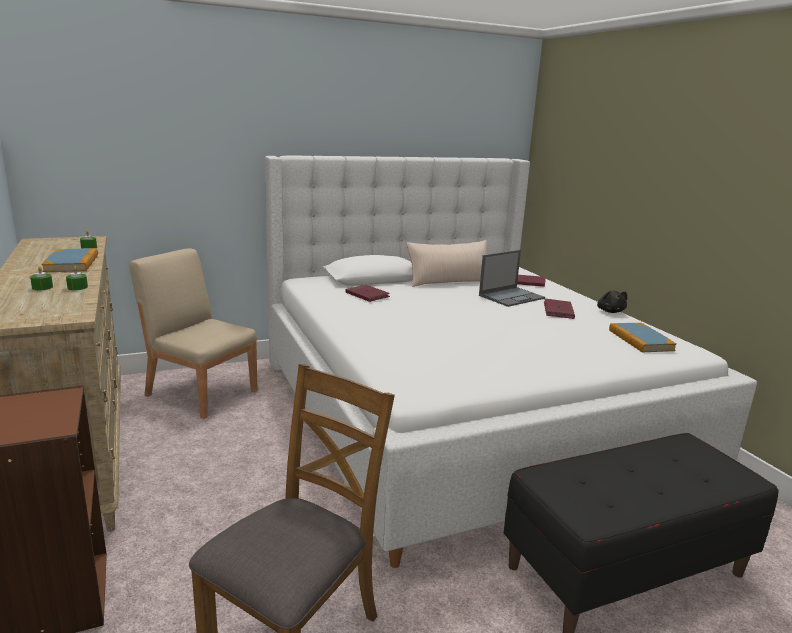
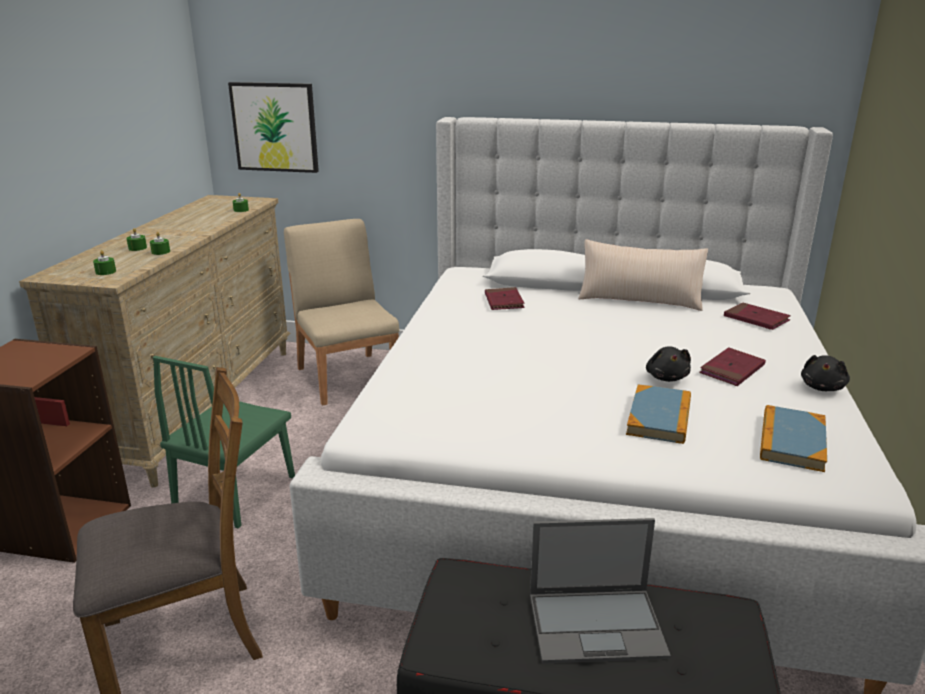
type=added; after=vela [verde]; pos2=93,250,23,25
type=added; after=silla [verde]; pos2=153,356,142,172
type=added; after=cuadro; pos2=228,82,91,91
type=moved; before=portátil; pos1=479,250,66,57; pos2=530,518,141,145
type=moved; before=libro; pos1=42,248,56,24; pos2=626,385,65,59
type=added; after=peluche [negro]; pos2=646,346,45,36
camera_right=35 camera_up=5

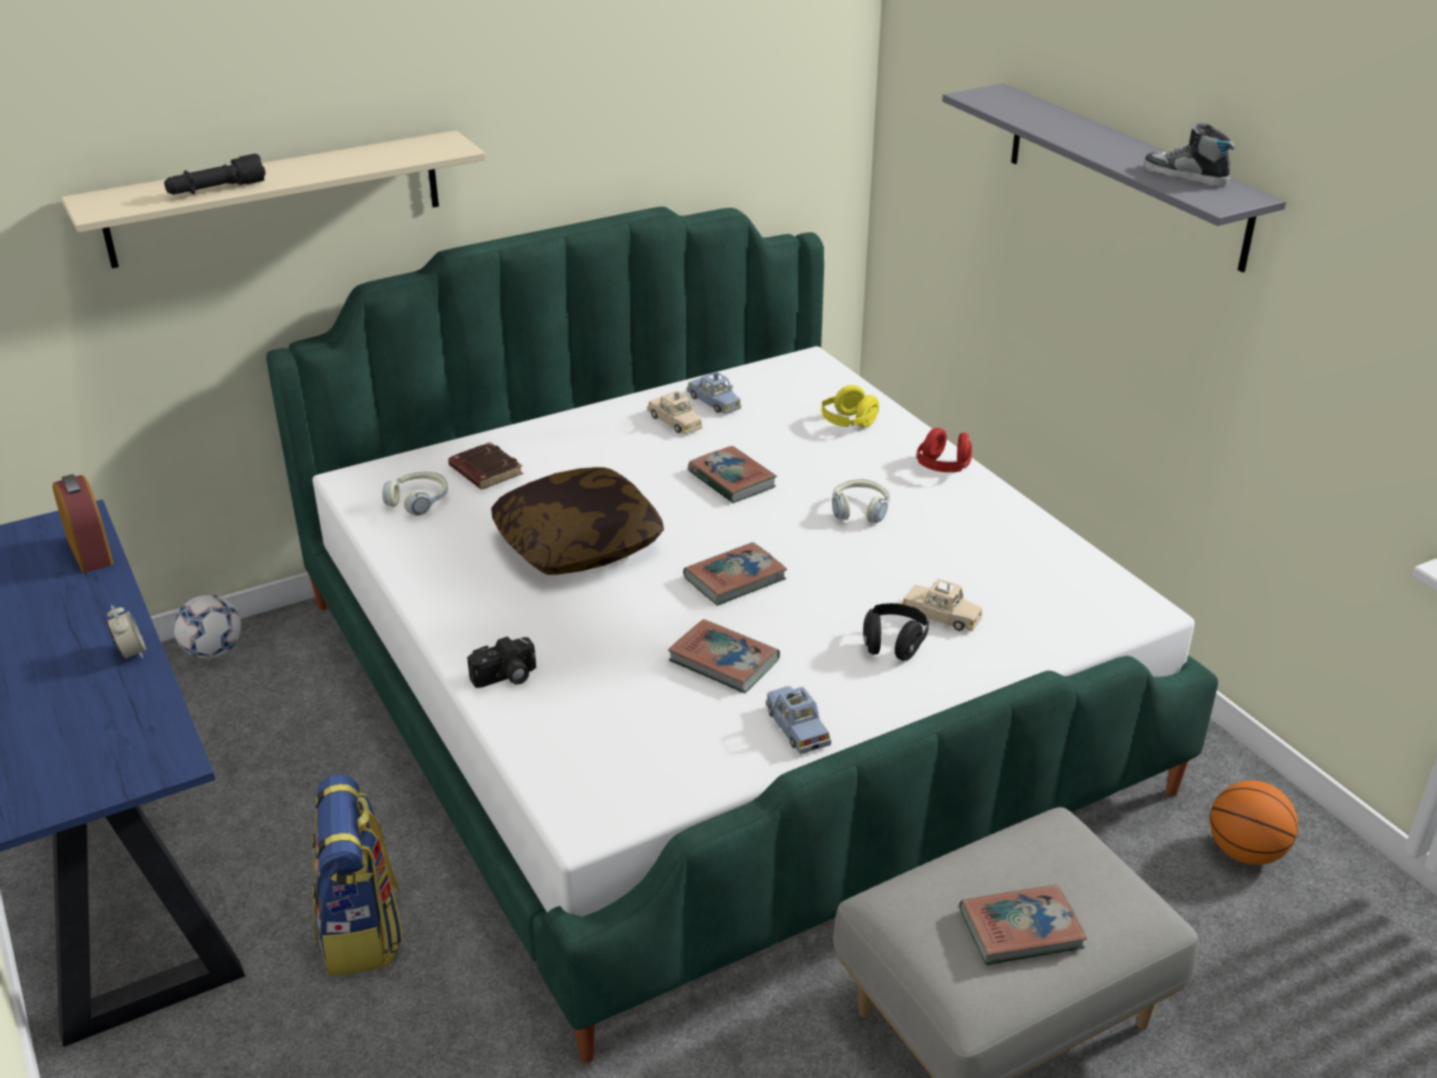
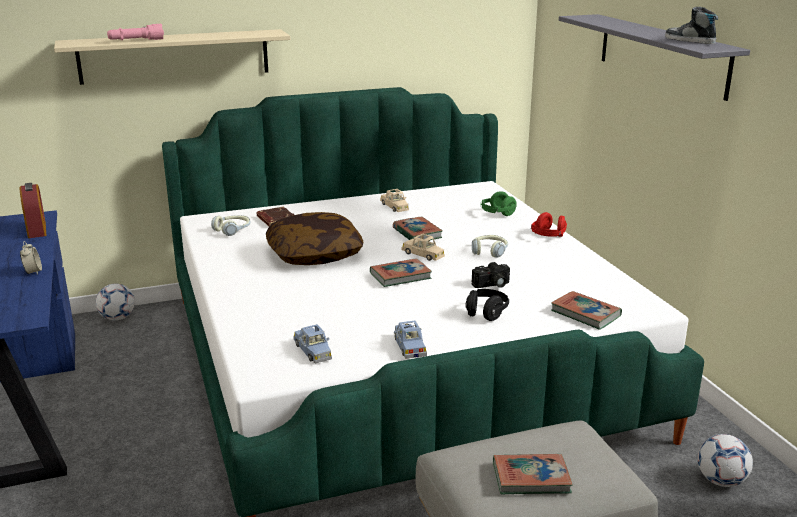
type=recoloured; before=linterna [negro]; after=linterna [rosa]; pos1=164,154,102,41; pos2=107,24,57,16
type=moved; before=coche de juguete [azul]; pos1=687,371,54,43; pos2=293,324,39,39
type=moved; before=coche de juguete [beis]; pos1=902,579,80,52; pos2=402,234,43,27
type=moved; before=cámara; pos1=467,636,69,52; pos2=472,262,38,26
type=recoloured; before=auriculares [amarillo]; after=auriculares [verde]; pos1=820,385,59,43; pos2=480,191,37,25
type=moved; before=libro; pos1=668,619,112,74; pos2=551,291,71,39
type=replaced; before=balón de baloncesto; after=balón de fútbol; pos1=1210,780,88,85; pos2=698,434,55,53
type=removed; before=mochila; pos1=312,774,91,202
camera_right=10 camera_up=-10

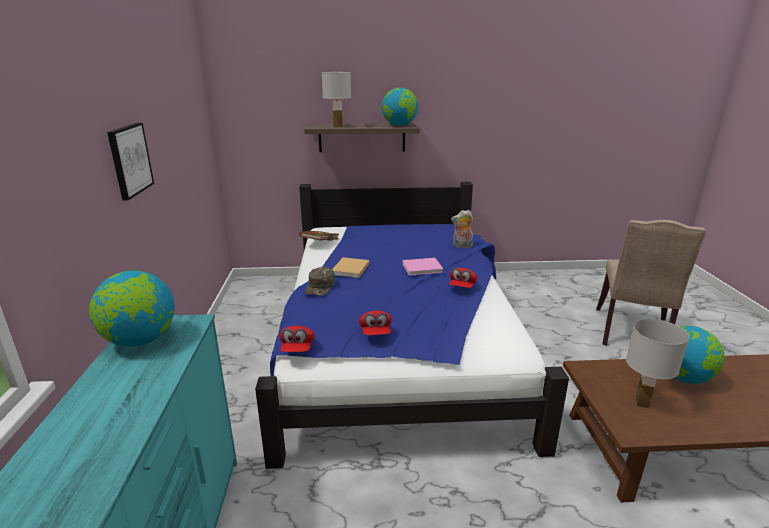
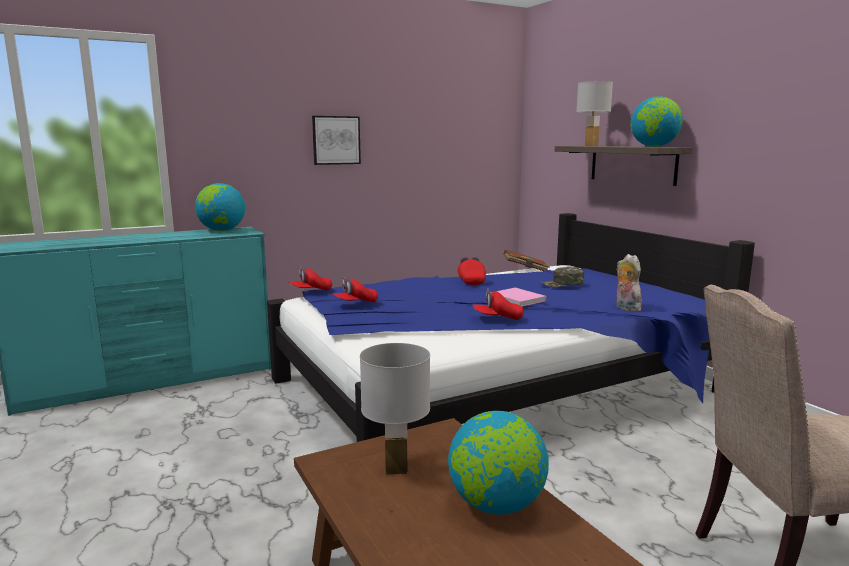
type=replaced; before=libro [beis]; after=gorra [rojo]; pos1=332,257,37,21; pos2=457,257,29,28
type=moved; before=gorra [verde]; pos1=304,267,31,29; pos2=541,267,43,20
camera_right=65 camera_up=-10

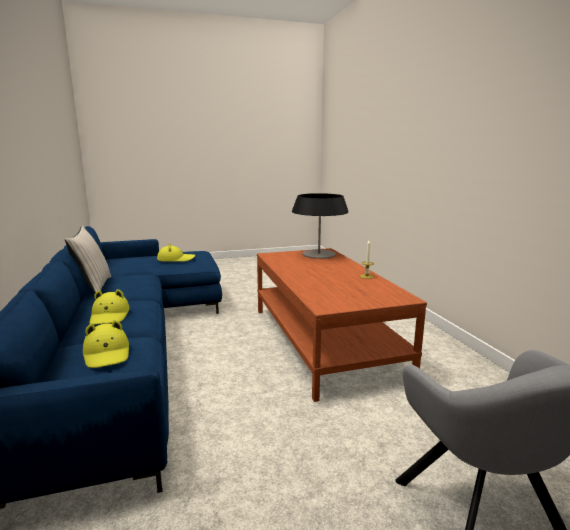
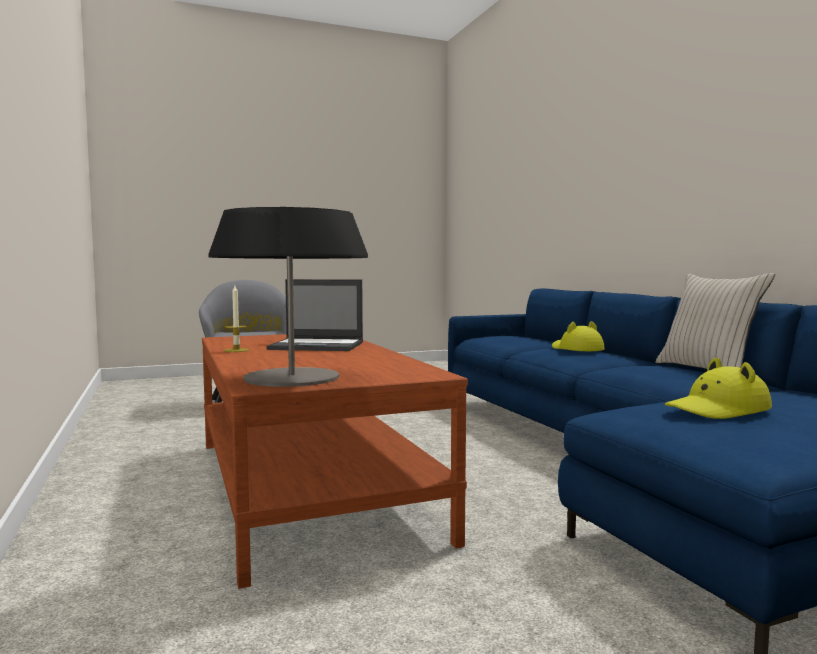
type=added; after=portátil; pos2=267,279,96,72
type=removed; before=sombrero [amarillo]; pos1=83,320,46,48
camera_right=175 camera_up=-10

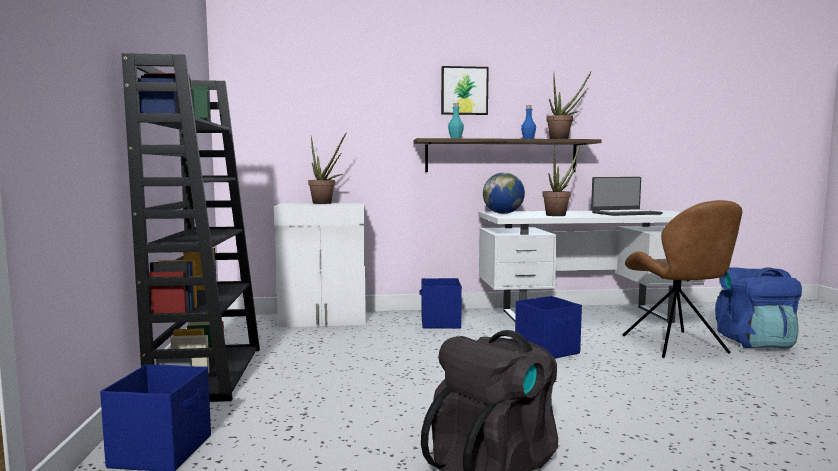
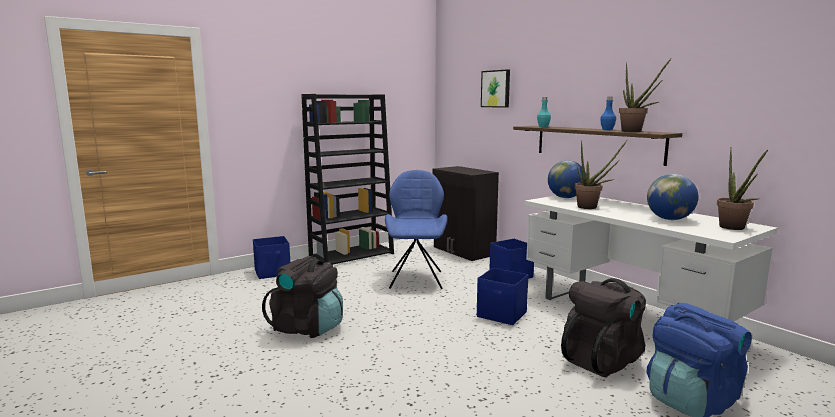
type=added; after=silla [azul]; pos2=385,170,62,119
type=recoloured; before=armario [blanco]; after=armario [negro]; pos1=274,202,92,125; pos2=432,166,67,95
type=moved; before=cuadro; pos1=441,66,48,49; pos2=481,69,29,39
type=replaced; before=silla [marrón]; after=mochila [negro]; pos1=623,200,119,158; pos2=561,278,85,99
type=replaced; before=portátil; after=globo terráqueo; pos1=591,177,72,39; pos2=647,174,52,46
type=moved; before=planta en maceta; pos1=308,132,39,72; pos2=717,150,51,80
camera_right=60 camera_up=5

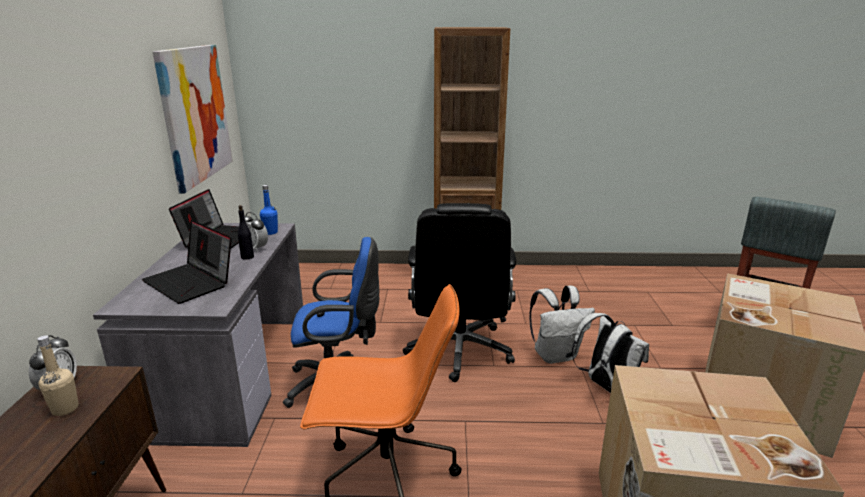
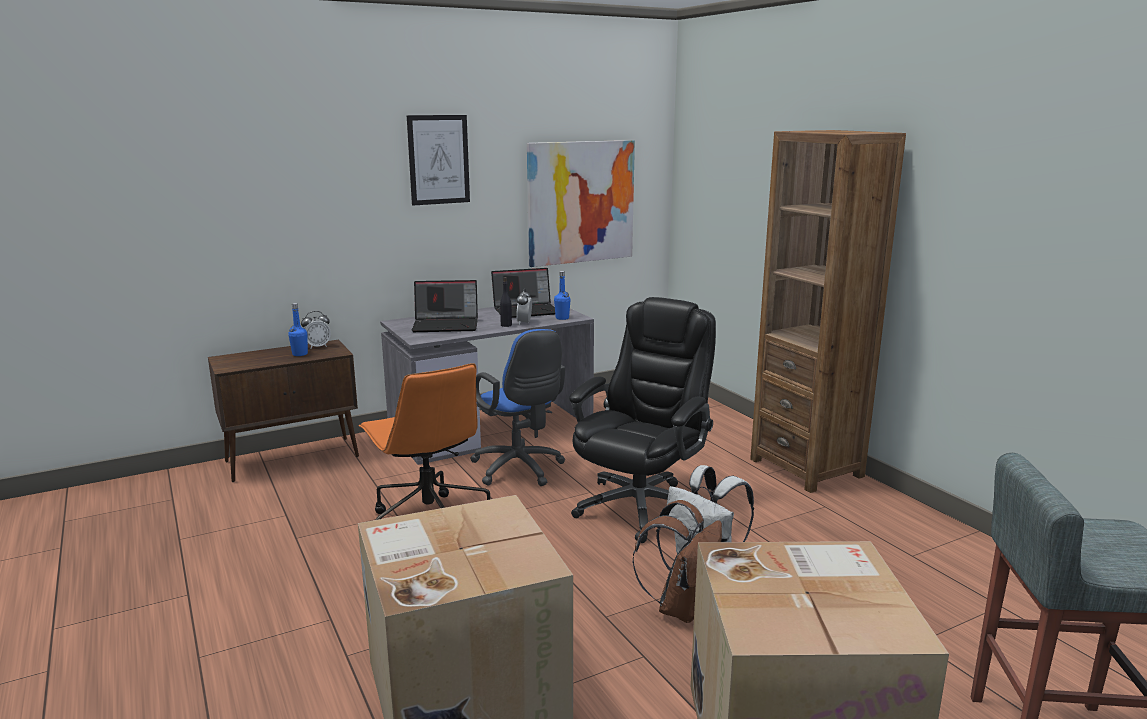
type=recoloured; before=botella [beis]; after=botella [azul]; pos1=37,335,42,81; pos2=289,303,19,53
type=added; after=cuadro; pos2=407,115,63,90
type=turned; before=portátil; pos1=142,220,90,84; pos2=411,280,67,52; turn=-105
type=turned; before=silla de oficina [negro]; pos1=403,203,113,179; pos2=569,297,147,246; turn=150
type=recoloured; before=mochila [blanco]; after=mochila [marrón]; pos1=572,313,77,80; pos2=632,500,90,123
camera_right=60 camera_up=-5

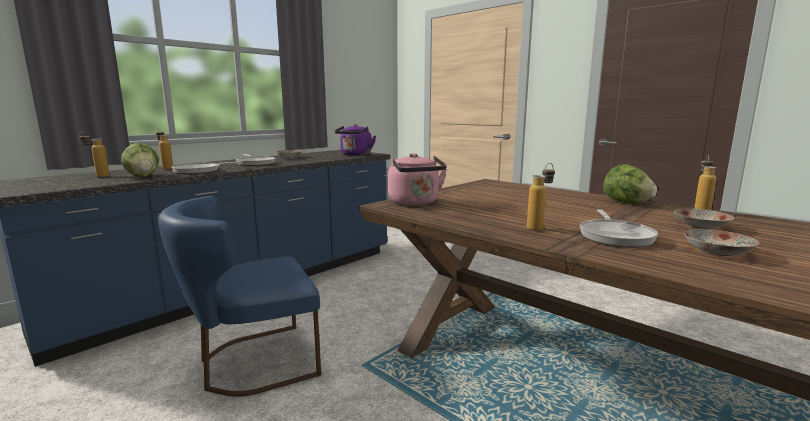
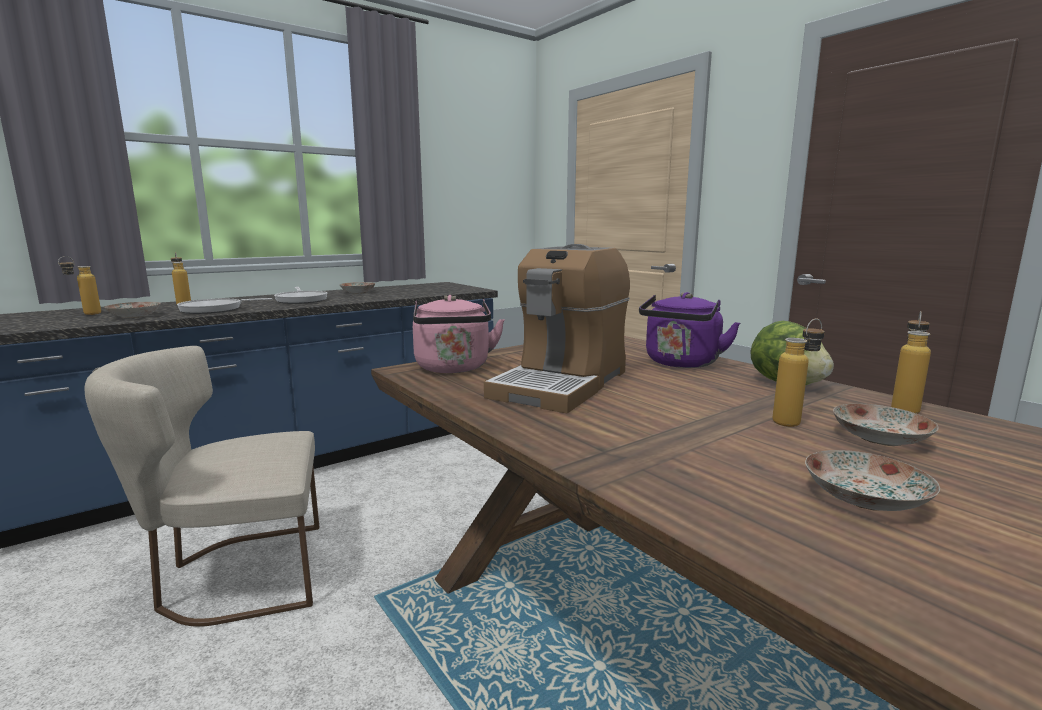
type=recoloured; before=silla [azul]; after=silla [beis]; pos1=157,196,164,201; pos2=84,346,235,281
type=replaced; before=lechuga; after=plato; pos1=121,143,38,34; pos2=104,302,57,16
type=added; after=cafetera; pos2=484,244,146,169
type=moved; before=hervidor [morado]; pos1=335,124,41,32; pos2=639,292,101,76
type=moved; before=botella; pos1=527,163,28,68; pos2=773,318,52,109
type=removed; before=sartén; pos1=580,209,78,38
camera_right=10 camera_up=0

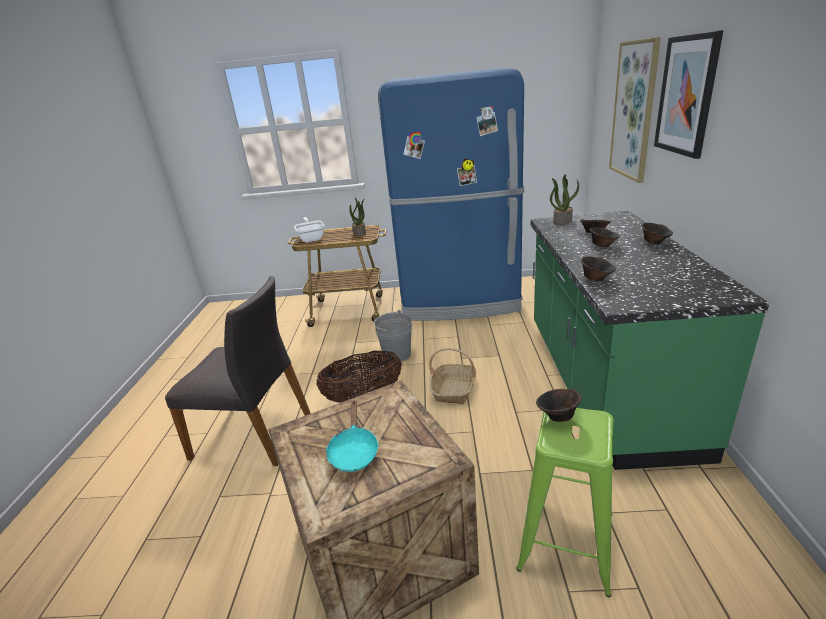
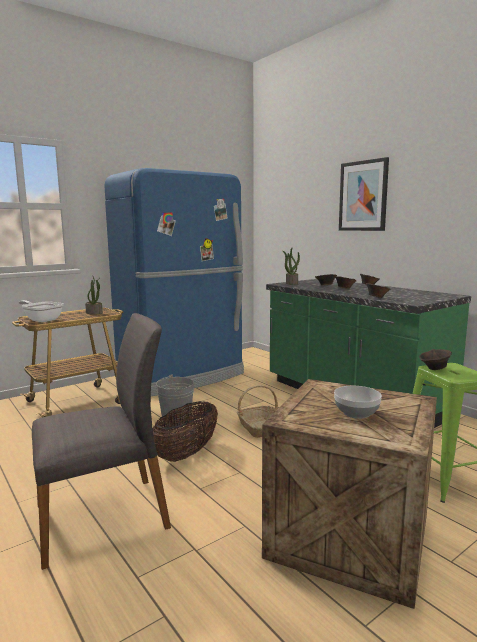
type=replaced; before=sartén [turquesa]; after=cuenco; pos1=326,400,53,72; pos2=334,386,48,33
type=removed; before=cuadro; pos1=609,37,52,146
camera_right=-40 camera_up=-15

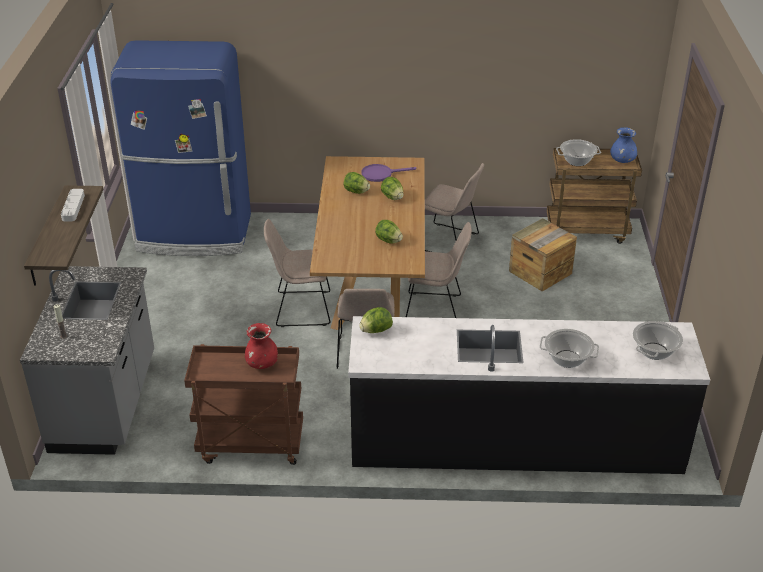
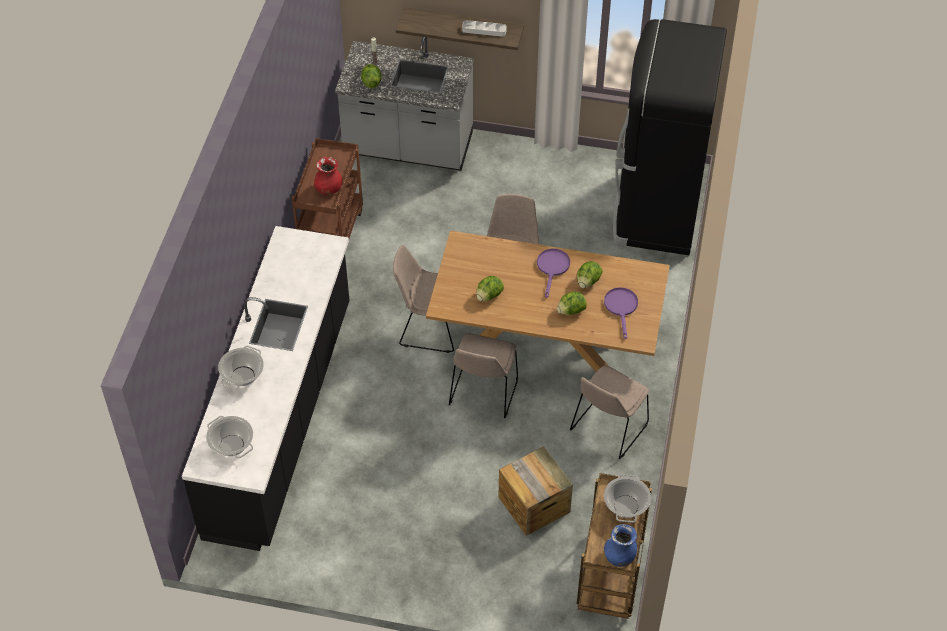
type=moved; before=lechuga; pos1=359,307,34,26; pos2=361,64,21,24
type=added; after=sartén [morado]; pos2=537,249,33,49
type=recoloured; before=nevera [azul]; after=nevera [negro]; pos1=110,40,141,216; pos2=613,19,114,236
camera_right=100 camera_up=15

